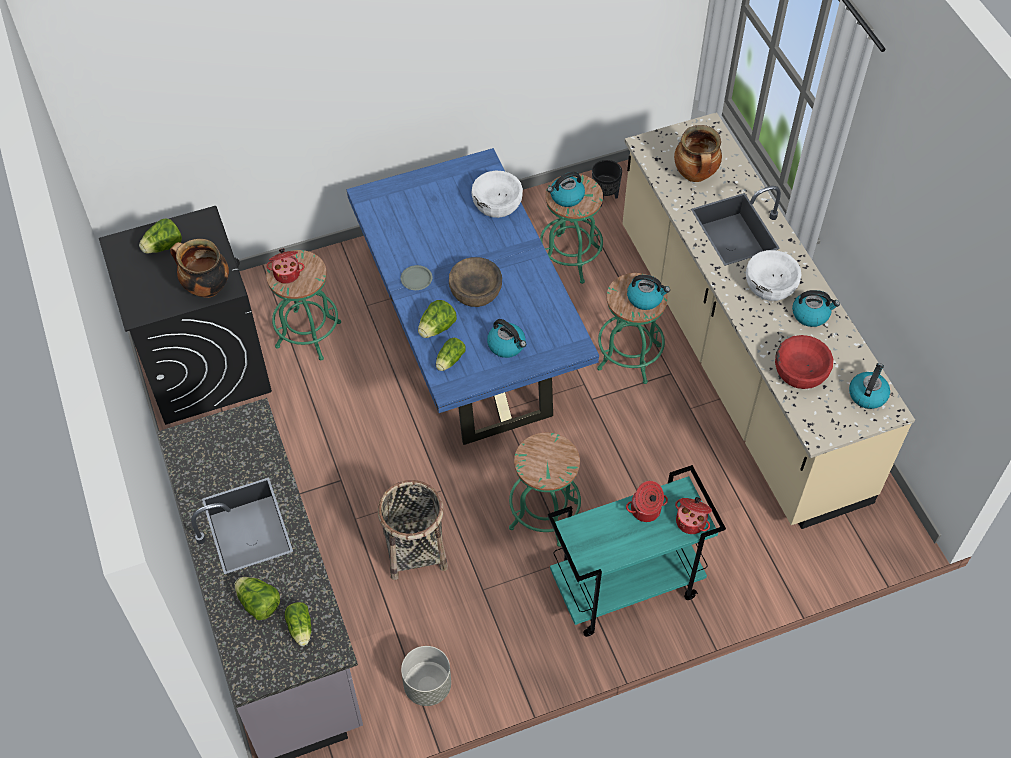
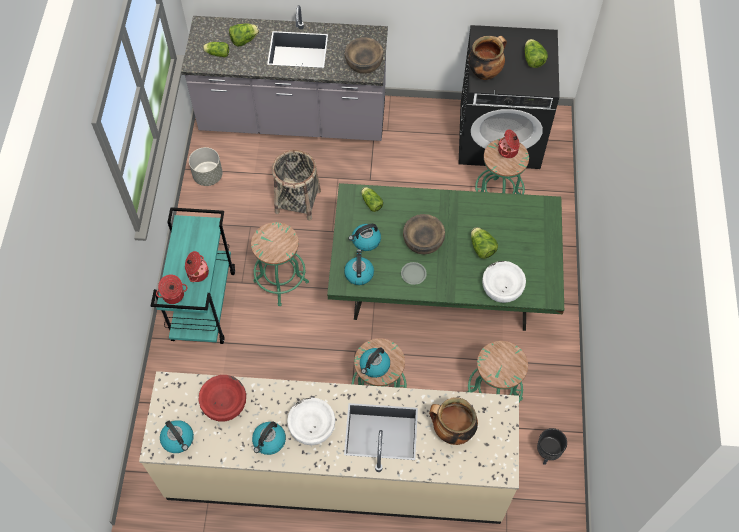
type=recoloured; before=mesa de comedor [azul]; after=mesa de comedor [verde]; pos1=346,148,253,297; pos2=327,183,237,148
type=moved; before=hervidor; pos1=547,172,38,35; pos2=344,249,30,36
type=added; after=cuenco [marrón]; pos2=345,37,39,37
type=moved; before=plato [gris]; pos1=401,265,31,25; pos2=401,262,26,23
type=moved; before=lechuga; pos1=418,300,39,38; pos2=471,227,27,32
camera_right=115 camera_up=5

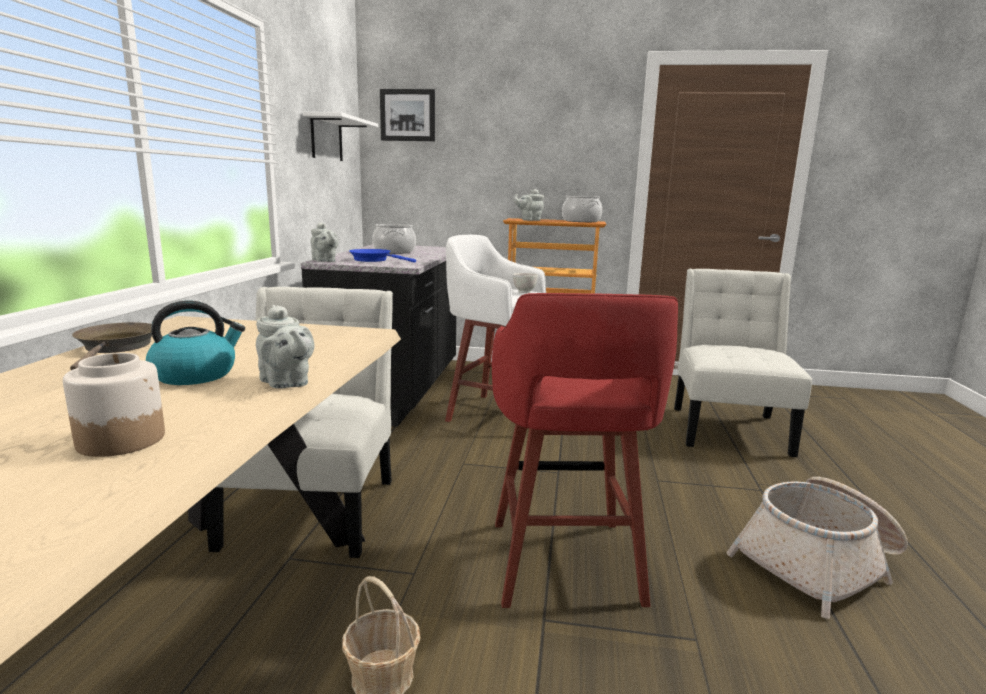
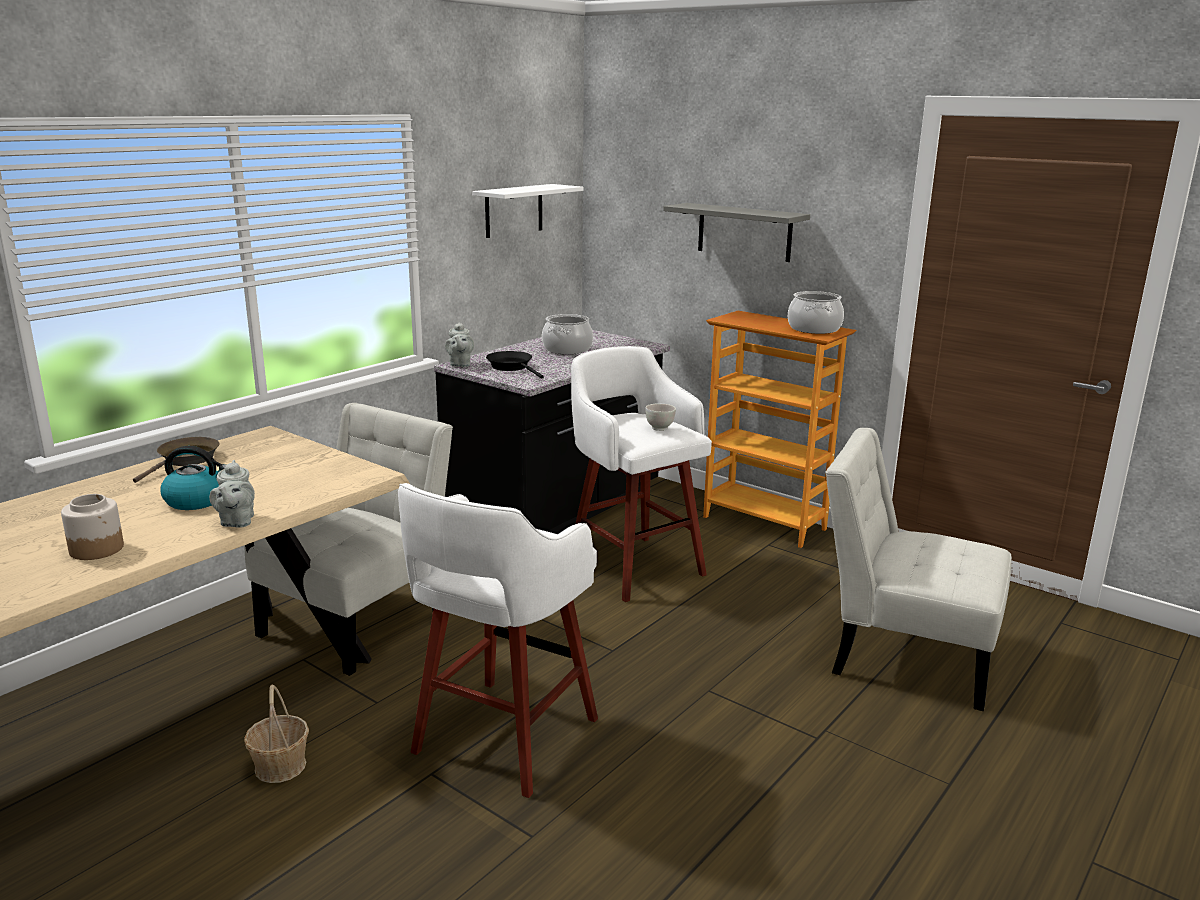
type=recoloured; before=taburete [rojo]; after=taburete [blanco]; pos1=492,293,186,315; pos2=398,483,200,315
type=recoloured; before=sartén [azul]; after=sartén [negro]; pos1=349,249,67,14; pos2=486,351,58,28
type=added; after=estante [gris]; pos2=663,203,147,59
type=turned; before=silla [blanco]; pos1=674,269,138,188; pos2=825,428,187,283; turn=-105
type=removed; before=cuadro; pos1=380,89,55,52
type=removed; before=tetera [gris]; pos1=514,189,30,32
type=removed; before=cesta; pos1=726,477,182,142
camera_right=30 camera_up=5

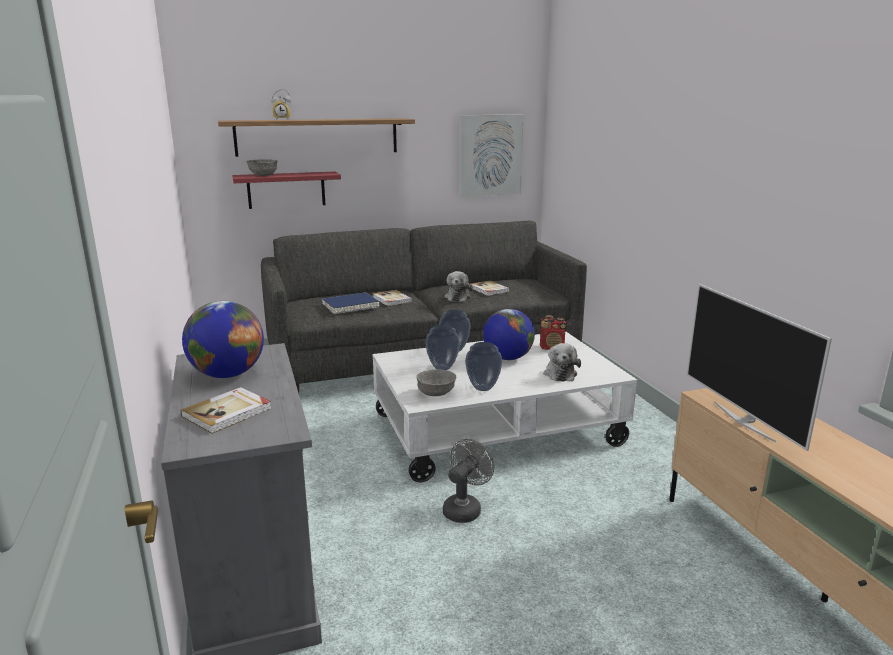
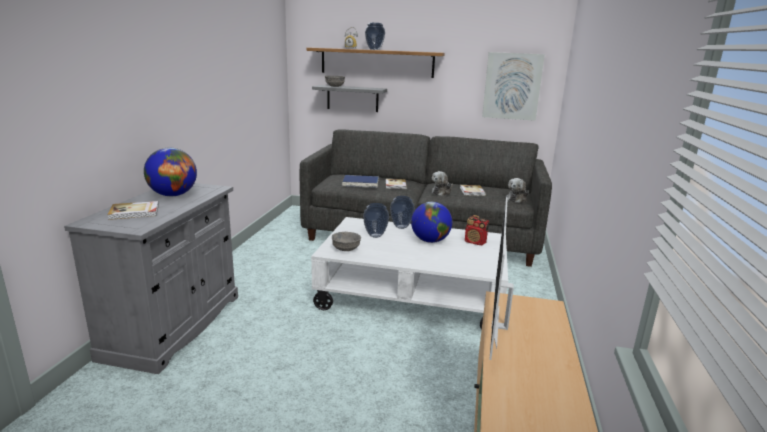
type=recoloured; before=estante [rojo]; after=estante [gris]; pos1=232,172,109,37; pos2=312,85,75,27
type=moved; before=florero; pos1=465,342,37,49; pos2=365,23,20,27
type=moved; before=peluche; pos1=544,343,37,39; pos2=506,178,23,25
type=removed; before=ventilador [gris]; pos1=443,439,51,84
camera_right=30 camera_up=0

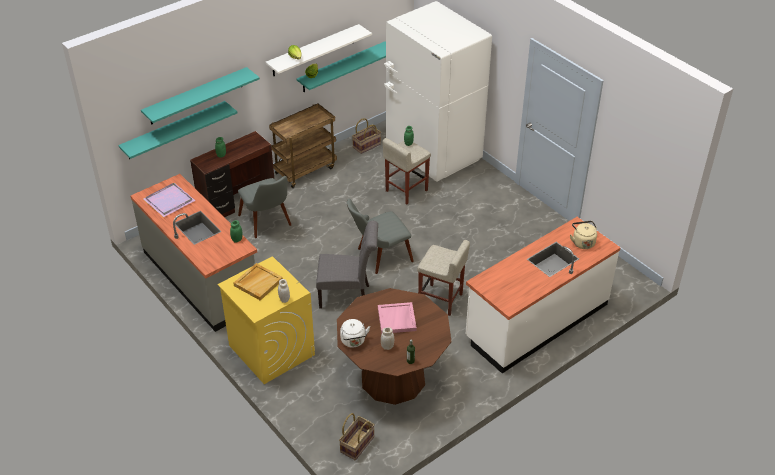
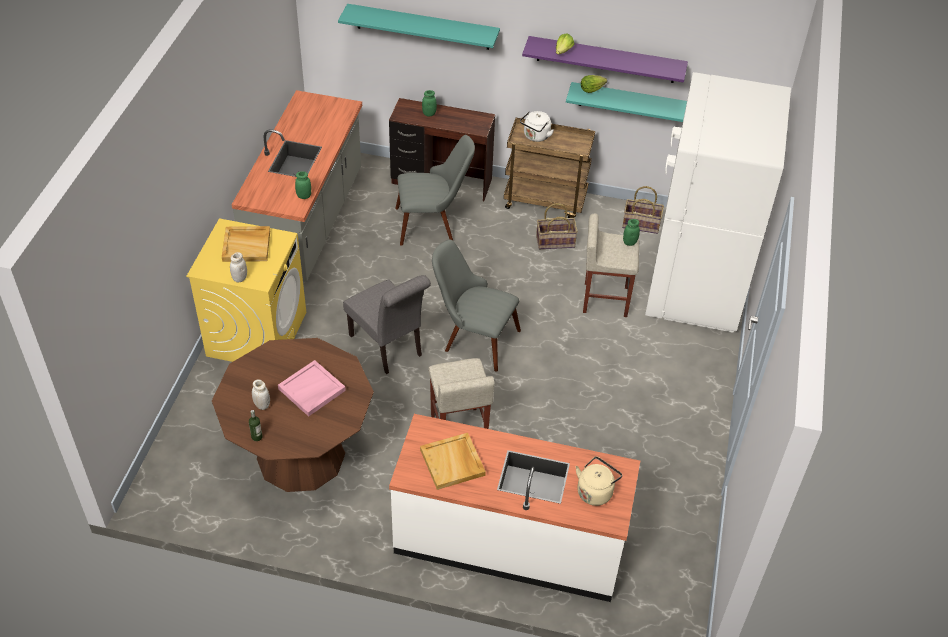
type=turned; before=silla [gris]; pos1=238,176,53,62; pos2=395,135,80,110; turn=-120
type=added; after=bandeja [beis]; pos2=420,433,66,57
type=moved; before=hervidor [blanco]; pos1=340,319,30,29; pos2=520,111,34,31
type=recoloured; before=estante [blanco]; after=estante [morado]; pos1=266,24,106,52; pos2=522,36,166,47
type=moved; before=cesta; pos1=339,413,36,47; pos2=536,203,42,46
type=removed; before=estante [turquesa]; pos1=118,101,119,58
type=removed; before=bandeja [morado]; pos1=143,183,53,34
camera_right=50 camera_up=5

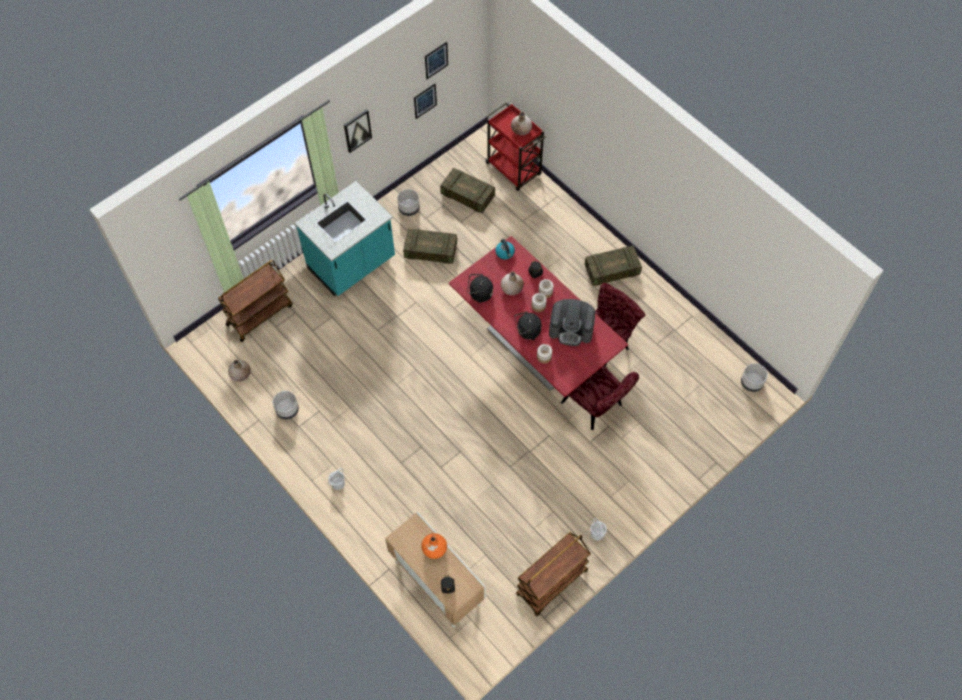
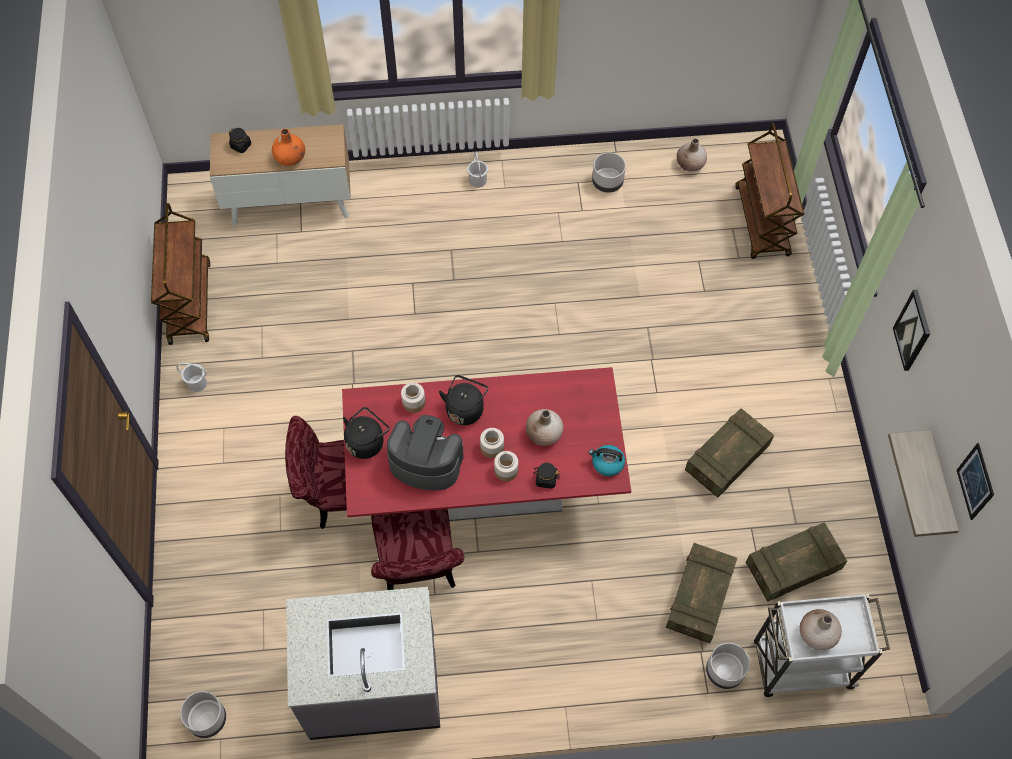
type=added; after=mueble bajo de cocina [gris]; pos2=286,587,154,153
type=moved; before=hervidor [negro]; pos1=467,274,26,29; pos2=343,407,46,52
type=turned; before=cafetera; pos1=549,299,46,47; pos2=387,415,77,75; turn=60
type=moved; before=caja de embalaje; pos1=585,245,57,41; pos2=666,543,71,100
type=moved; before=maceta [gris]; pos1=397,189,23,27; pos2=706,643,44,46
type=recoloured; before=carrito [rojo]; after=carrito [blanco]; pos1=485,102,61,89; pos2=754,594,136,103
type=replaced; before=cuadro; after=estante; pos1=414,83,23,36; pos2=888,430,71,107
type=removed; before=mueble bajo de cocina [turquesa]; pos1=295,181,100,115
camera_right=125 camera_up=0

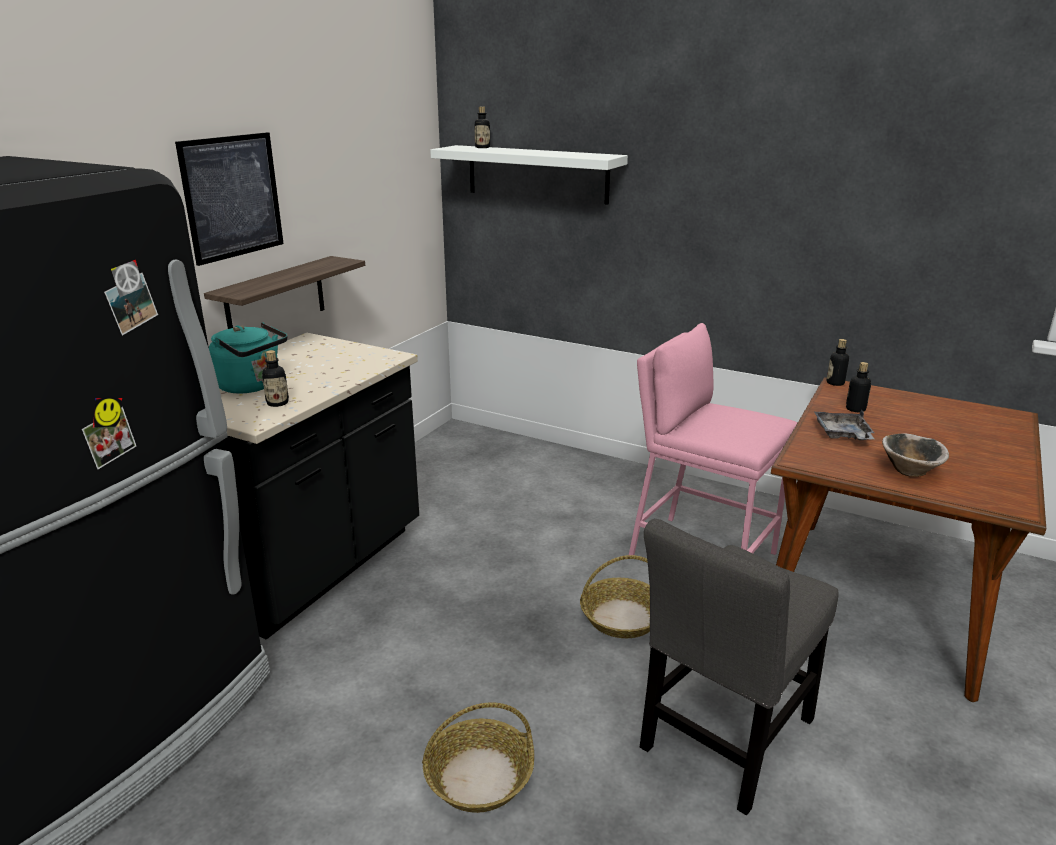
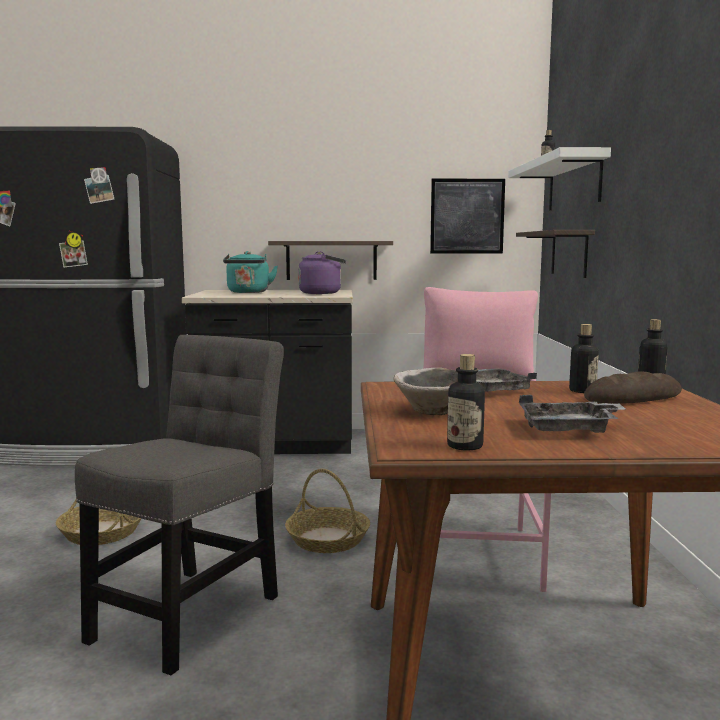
type=turned; before=silla [gris]; pos1=640,519,199,296; pos2=75,335,209,340; turn=105
type=added; after=hervidor [morado]; pos2=298,251,48,43
type=moved; before=cuadro; pos1=175,132,109,134; pos2=430,179,75,75
type=moved; before=botella; pos1=262,350,27,57; pos2=447,354,38,97
type=added; after=estante; pos2=516,230,79,48
type=added; after=bandeja [gris]; pos2=519,395,106,38
type=added; after=pan; pos2=584,371,98,33
camera_right=60 camera_up=-15

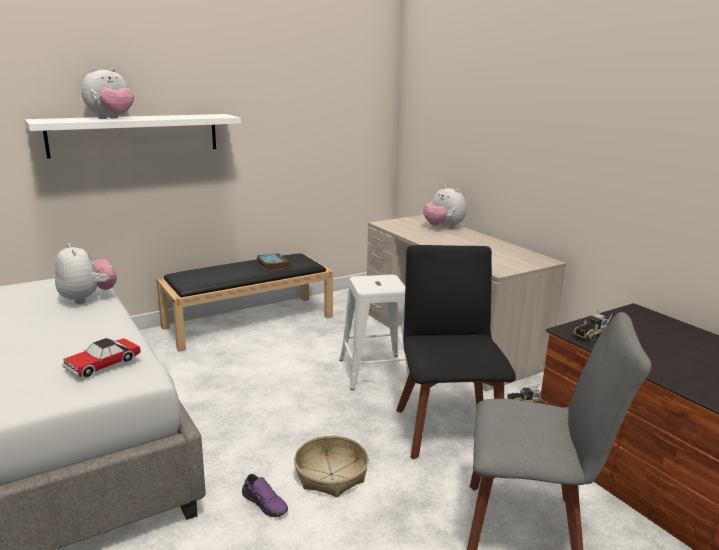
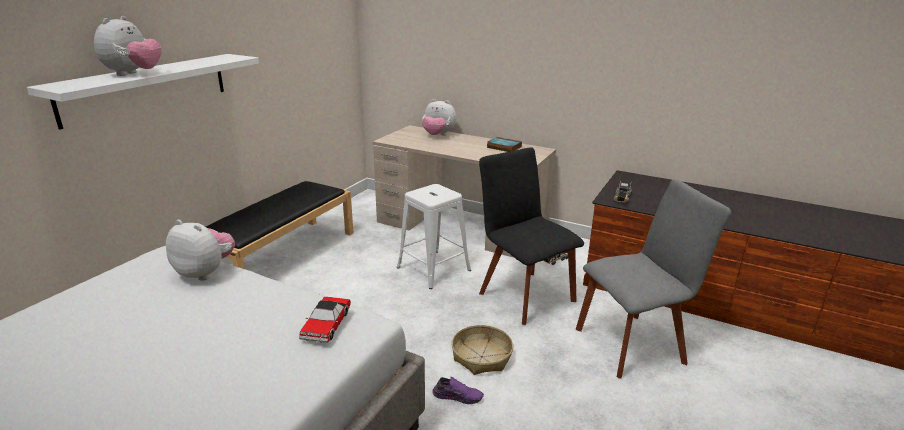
type=moved; before=libro; pos1=257,253,32,18; pos2=487,137,35,15
camera_right=-30 camera_up=5

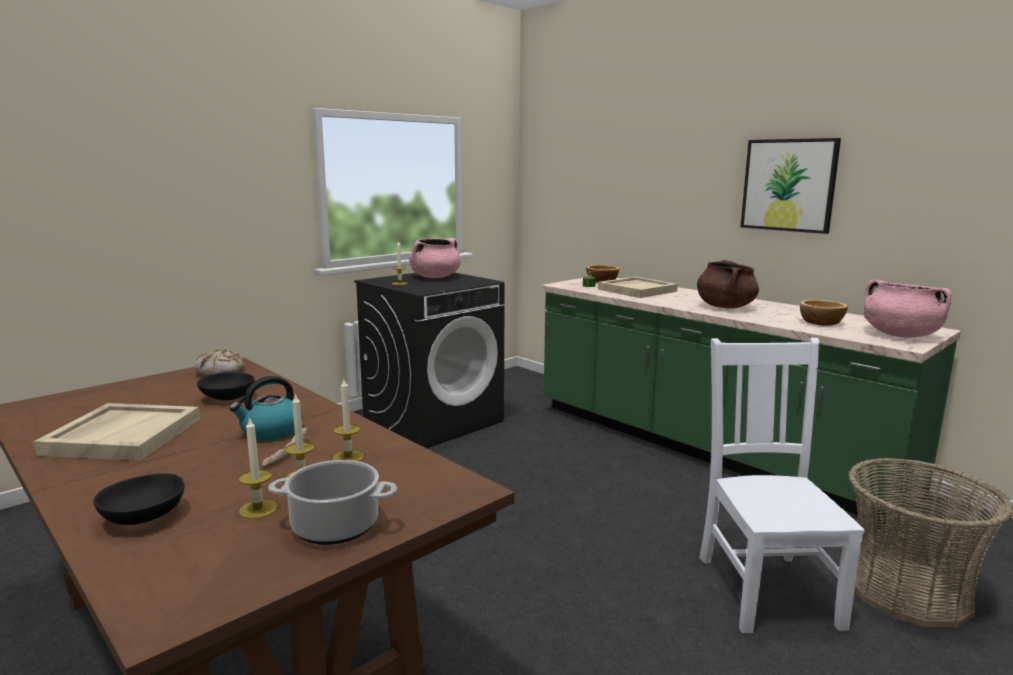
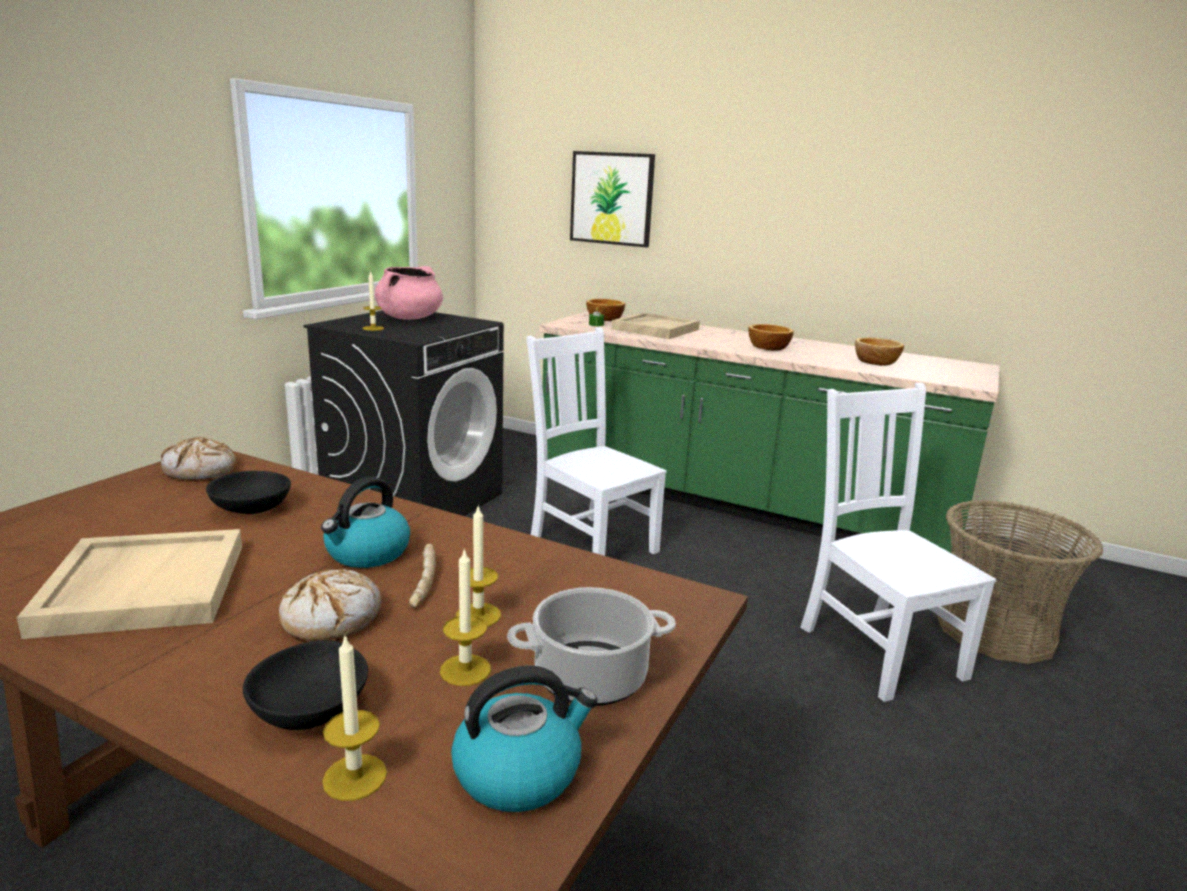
type=added; after=pan; pos2=279,569,102,73
type=moved; before=vela; pos1=332,379,32,82; pos2=322,636,65,165
type=added; after=hervidor; pos2=451,666,147,146
type=added; after=silla [blanco]; pos2=526,327,141,229
type=moved; before=cuadro; pos1=740,138,101,96; pos2=570,151,85,96
type=replaced; before=olla [marrón]; after=cuenco; pos1=697,260,62,48; pos2=748,324,46,26
type=removed; before=olla [rosa]; pos1=864,280,88,58
camera_right=-20 camera_up=5

